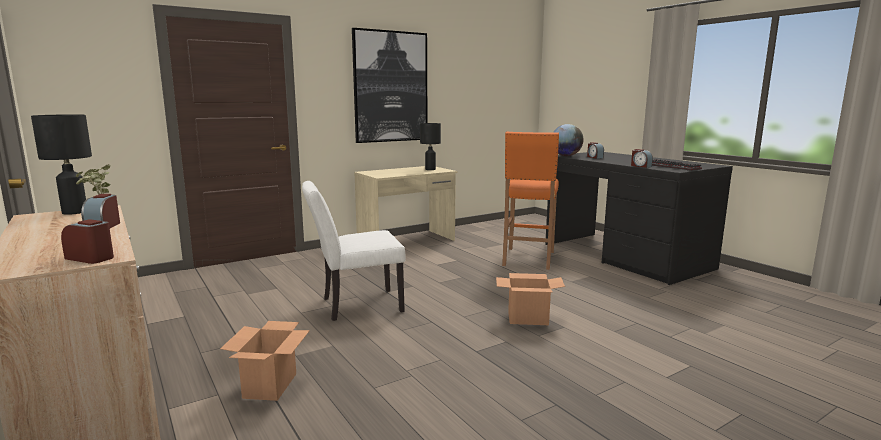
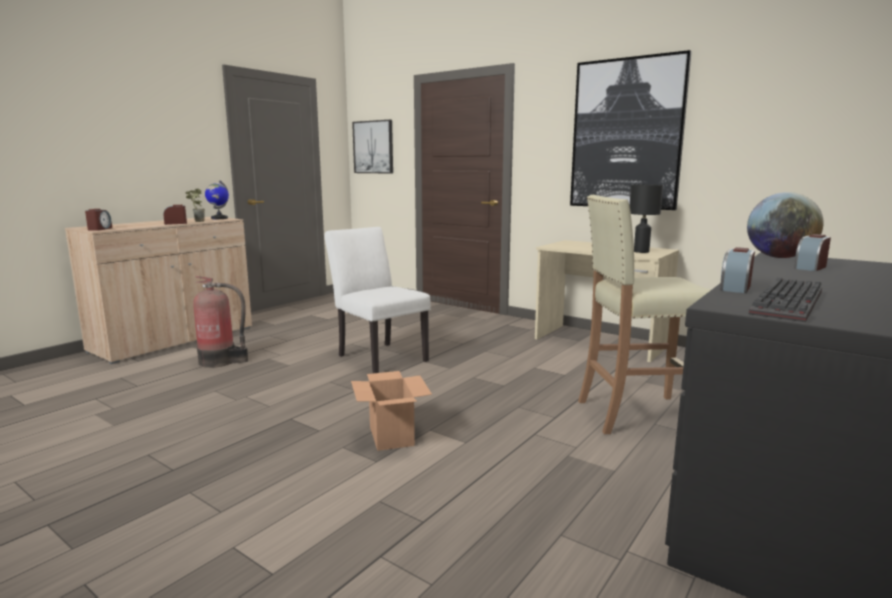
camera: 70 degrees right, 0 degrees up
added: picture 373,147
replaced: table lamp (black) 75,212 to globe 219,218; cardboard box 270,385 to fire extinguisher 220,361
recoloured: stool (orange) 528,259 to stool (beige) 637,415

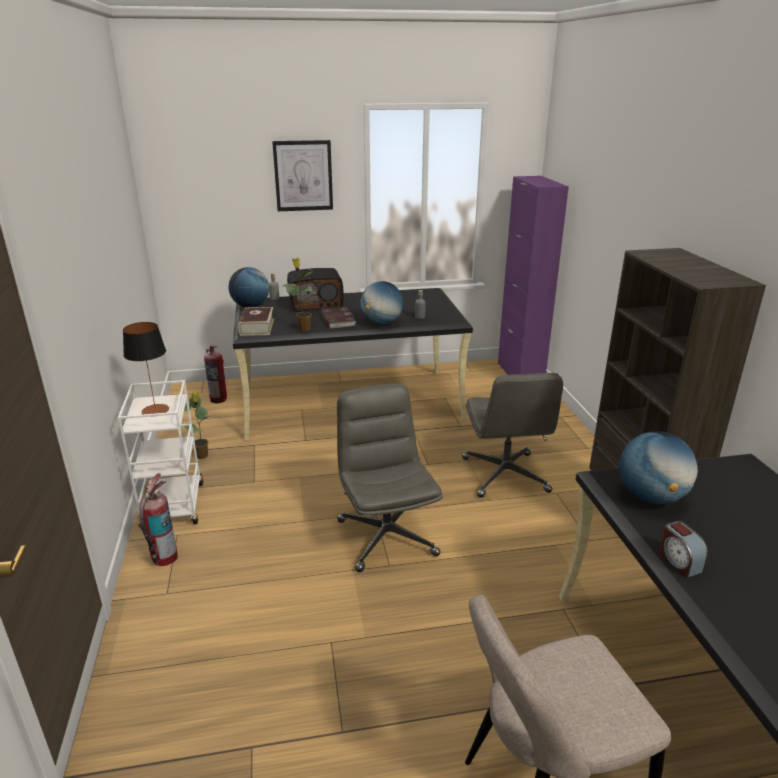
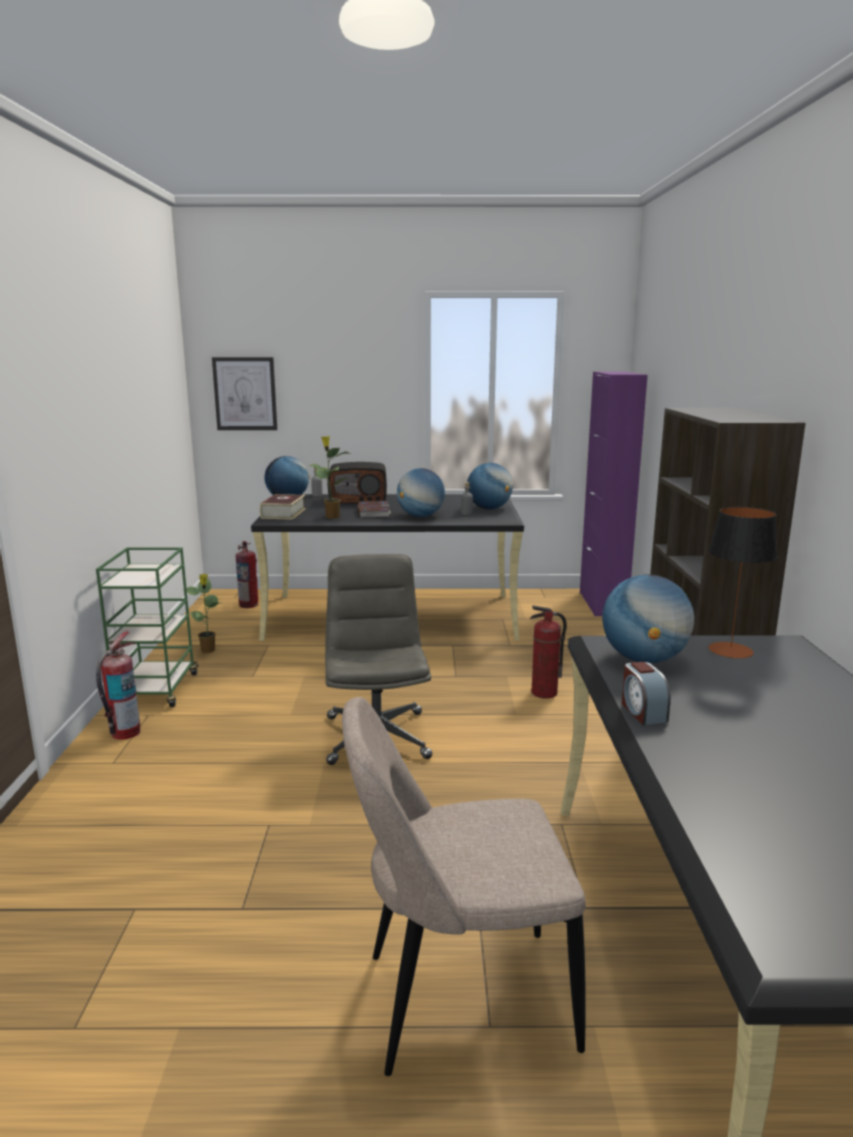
camera: 10 degrees right, 10 degrees down
added: globe 489,508
moved: picture 303,176 to 245,394; table lamp 155,410 to 730,650
replaced: office chair (grey) 505,475 to fire extinguisher 544,693
recoloured: cart (white) 174,507 to cart (green) 156,691

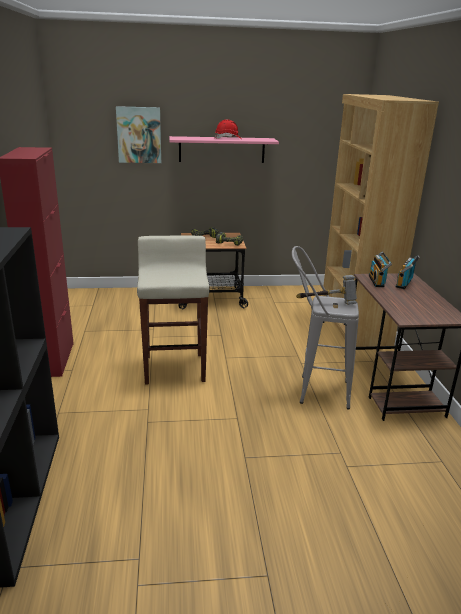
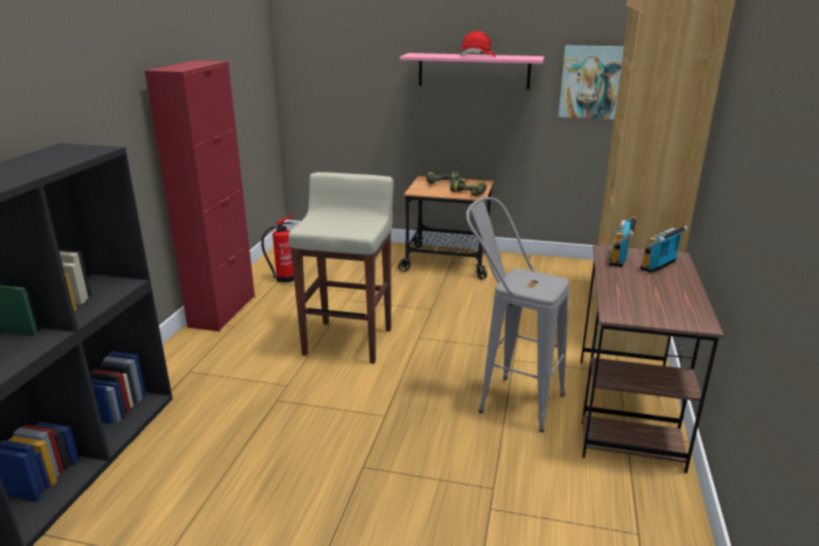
camera: 20 degrees right, 0 degrees up
removed: hammer 327,303
added: fire extinguisher 283,279
moved: picture 139,135 to 590,82

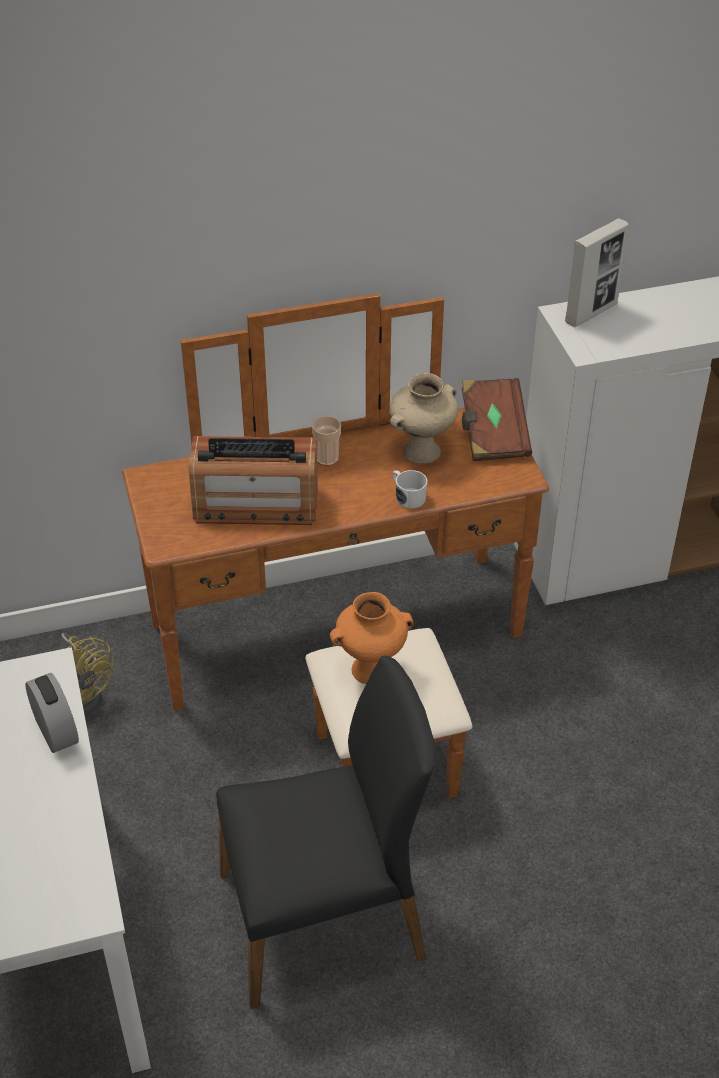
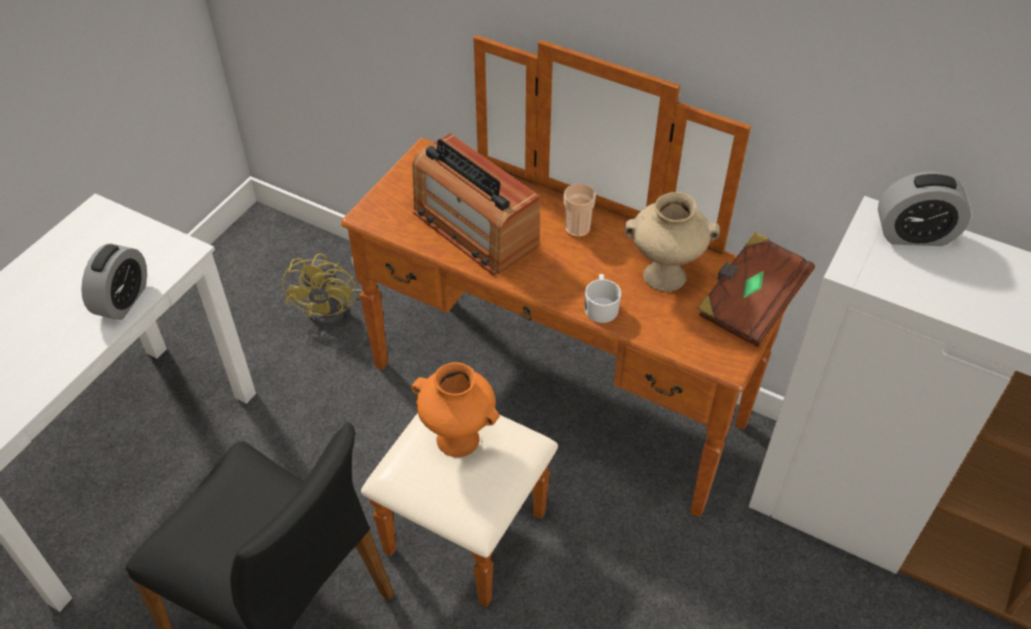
camera: 45 degrees right, 5 degrees up
replaced: picture frame 591,313 to alarm clock 914,235

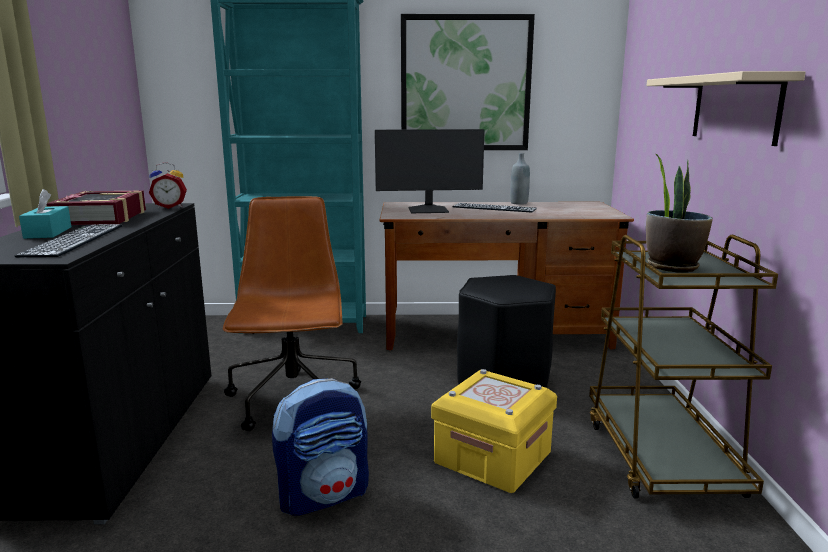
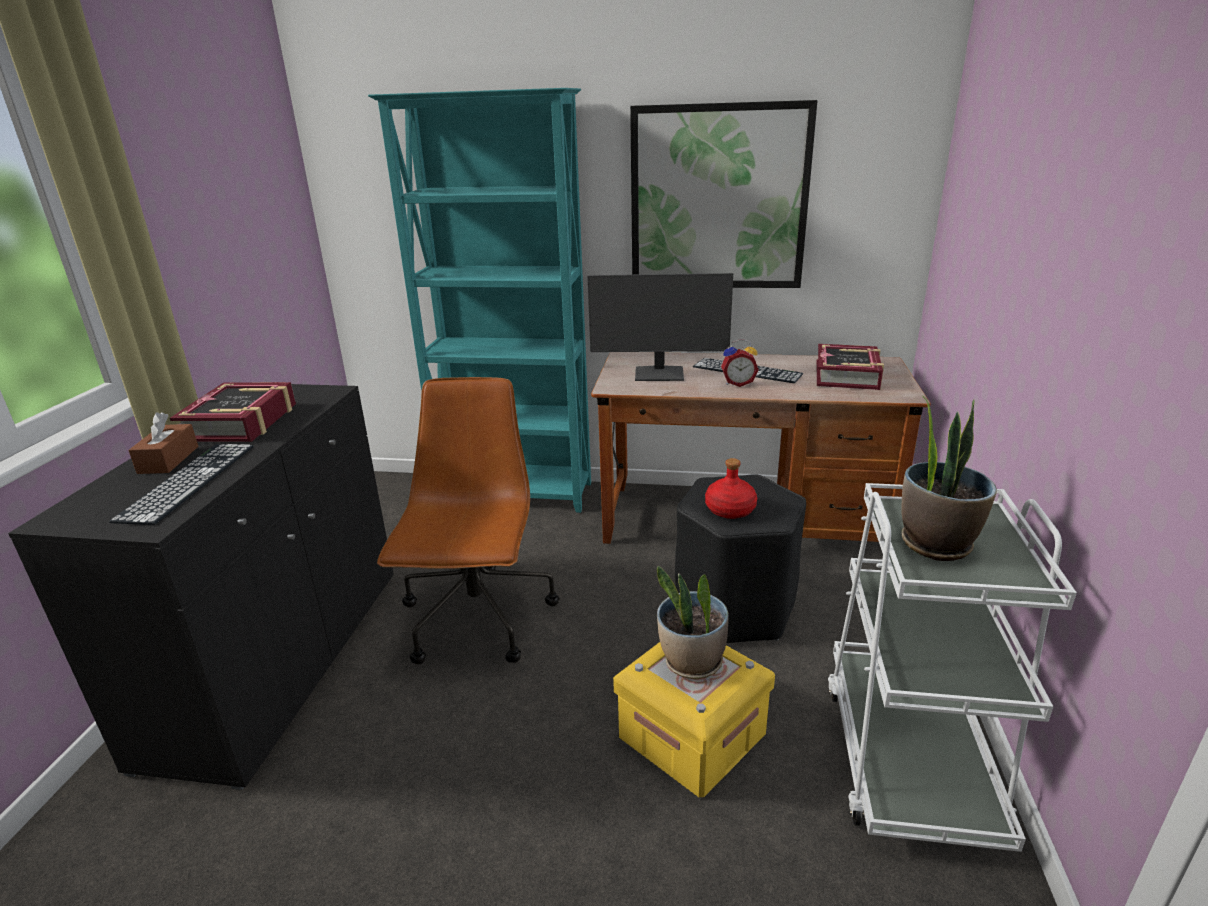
camera: 10 degrees right, 10 degrees up
removed: shelf (beige) 735,108; bottle (grey) 519,203; backpack 324,495
added: book 847,375; bottle (red) 730,510; potted plant 692,662
moved: alarm clock 170,207 to 738,383
recoloured: tissue box (turquoise) 48,232 to tissue box (brown) 168,460; cart (brown) 661,456 to cart (white) 908,756

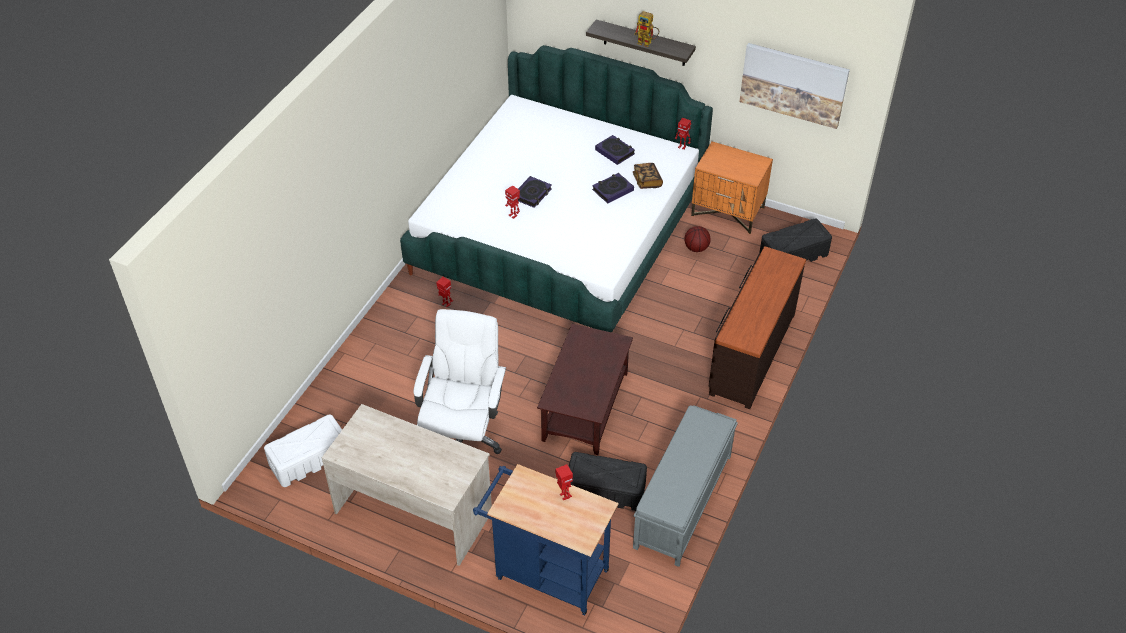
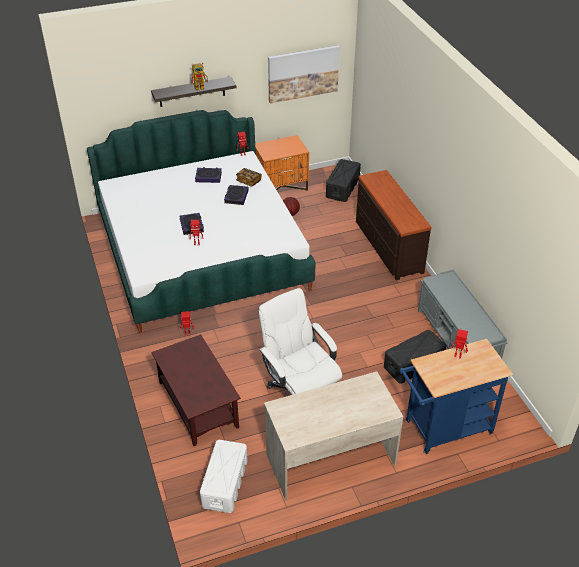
camera: 45 degrees left, 5 degrees down
moved: coffee table (brown) 585,407 to 198,405

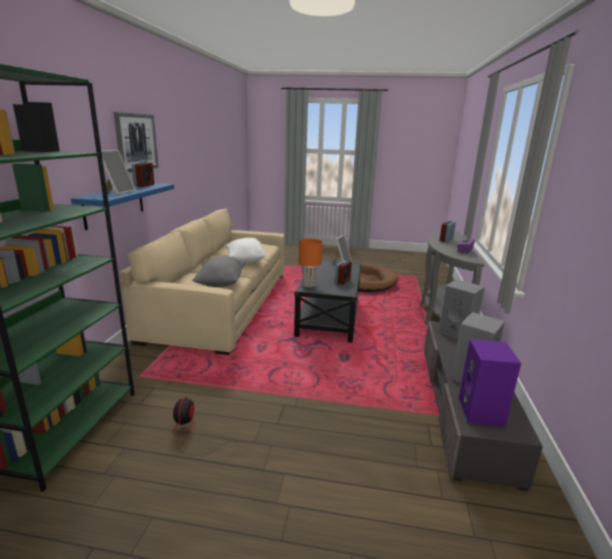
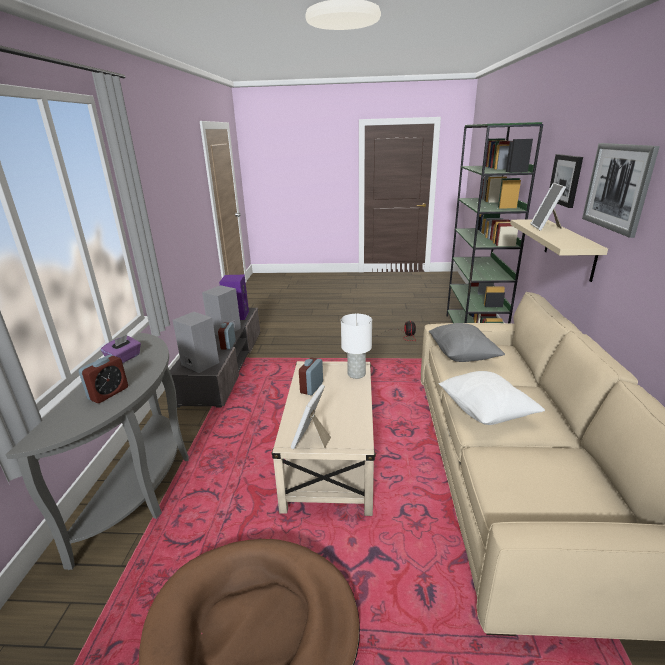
camera: 175 degrees right, 5 degrees up
added: picture 565,180
moved: alarm clock 144,185 to 228,345
recoloured: shelf (blue) 114,204 to shelf (beige) 569,248; table lamp (orange) 308,285 to table lamp (white) 357,374; coffee table (black) 329,317 to coffee table (beige) 330,456

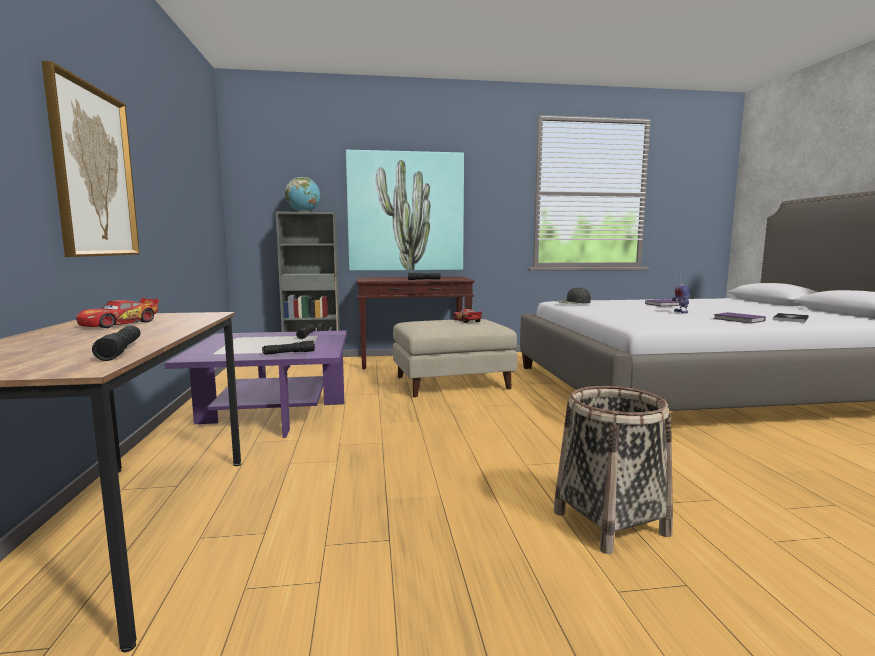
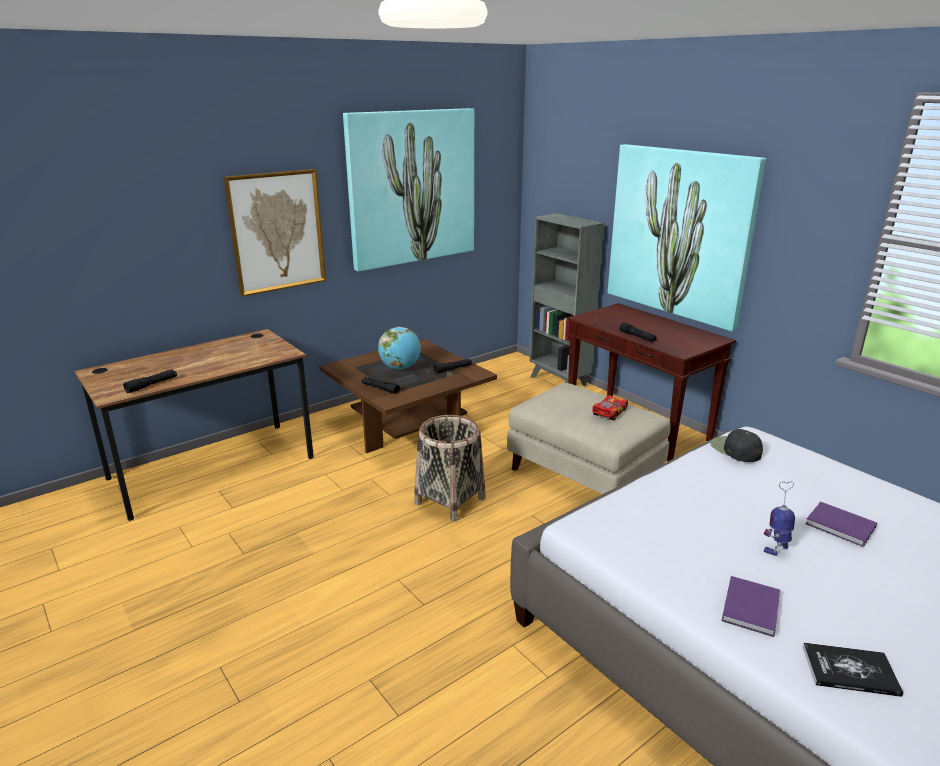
camera: 60 degrees right, 15 degrees up
removed: toy car 120,323
added: picture 411,187
moved: globe 303,212 to 400,368; basket 609,522 to 450,500
recoloured: coffee table (purple) 273,413 to coffee table (brown) 409,426

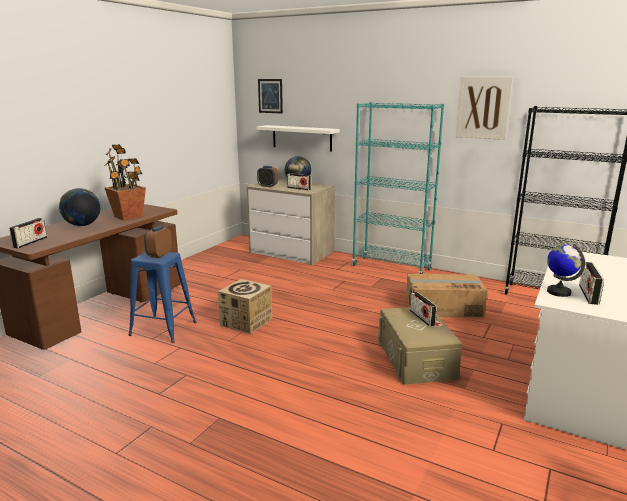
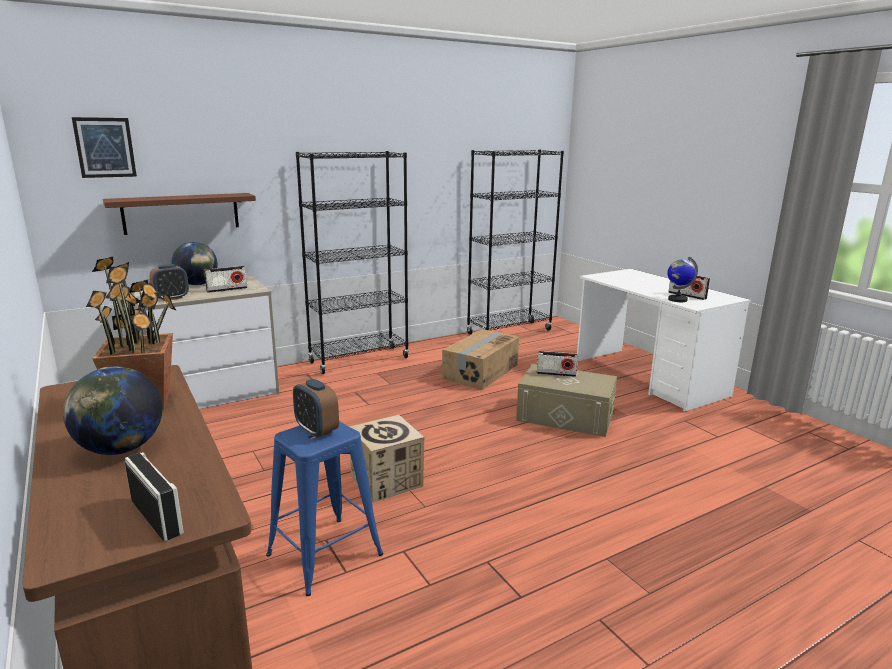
camera: 60 degrees left, 0 degrees up
removed: picture 483,108
recoloured: bookcase (turquoise) 391,267 to bookcase (black) 359,360; shelf (white) 301,138 to shelf (brown) 181,213

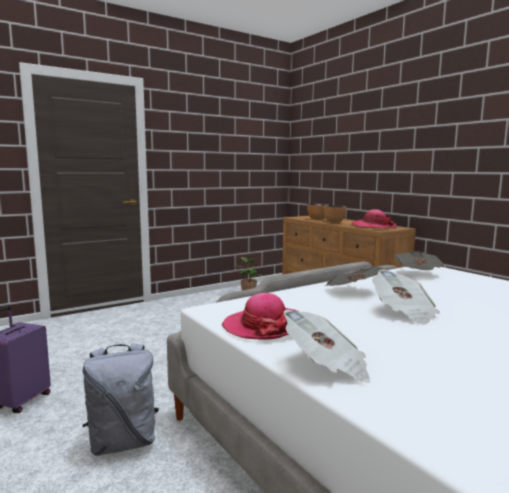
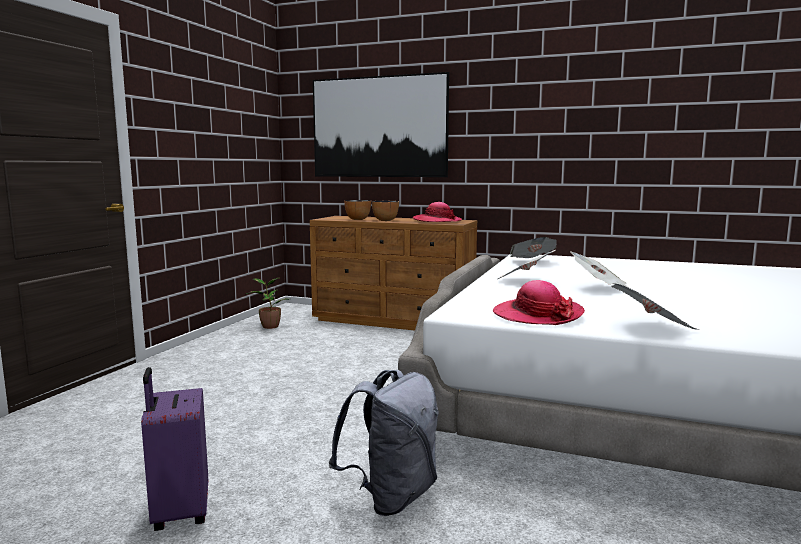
camera: 35 degrees left, 0 degrees up
added: picture 379,127

